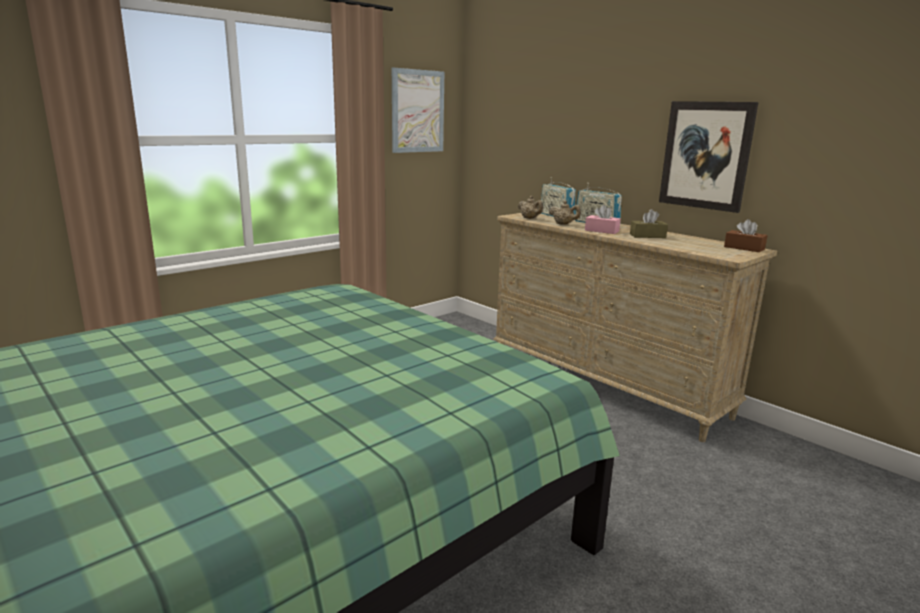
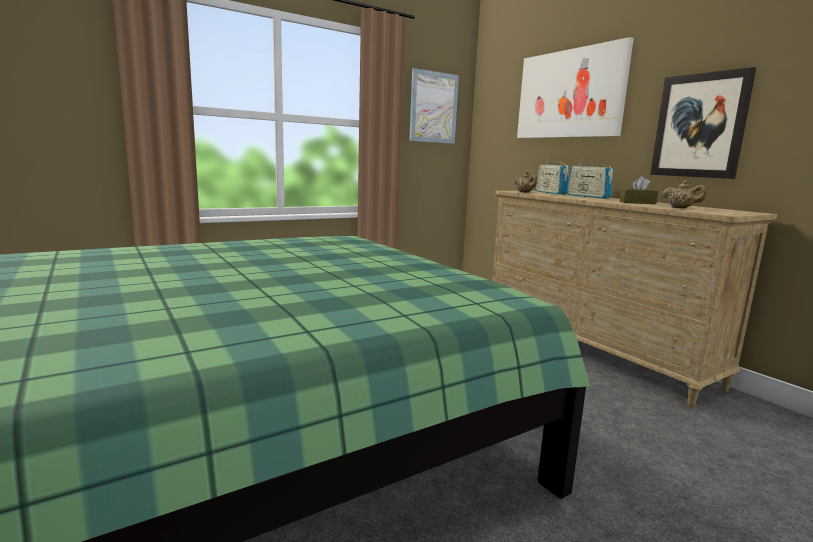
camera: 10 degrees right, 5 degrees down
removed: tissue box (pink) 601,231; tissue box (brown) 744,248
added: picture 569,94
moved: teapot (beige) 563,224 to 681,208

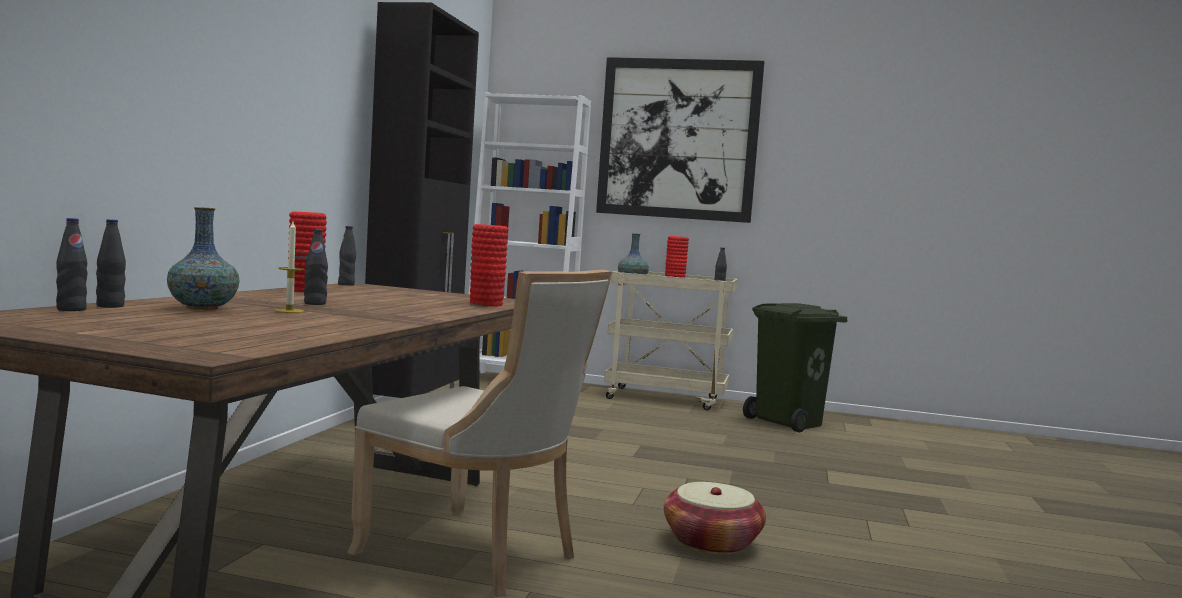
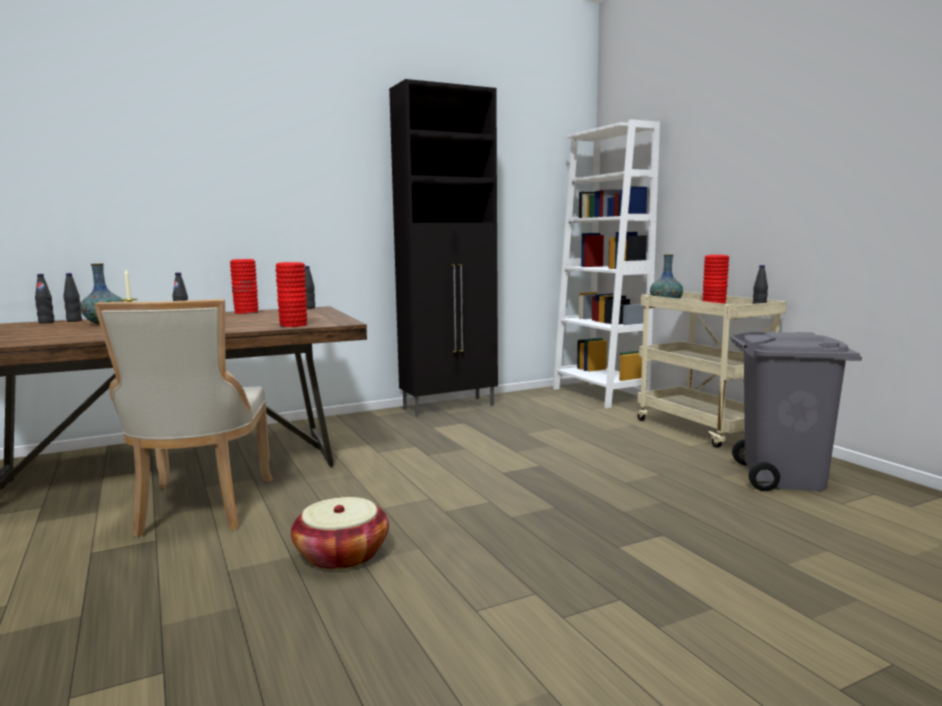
camera: 50 degrees right, 5 degrees up
removed: picture 678,139
recoloured: trash can (green) 789,422 to trash can (grey) 784,478

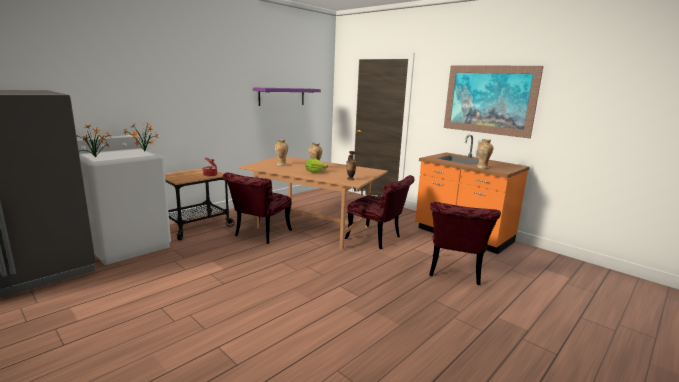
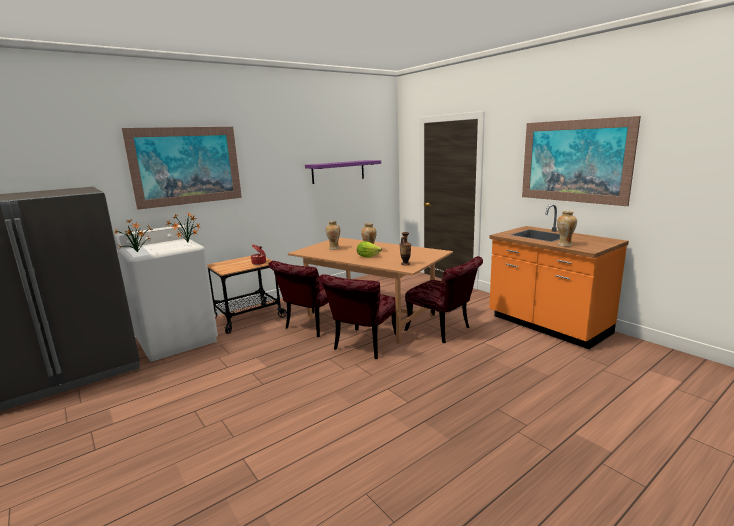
camera: 10 degrees right, 0 degrees up
added: picture 186,166
moved: chair (red) 455,273 to 363,346

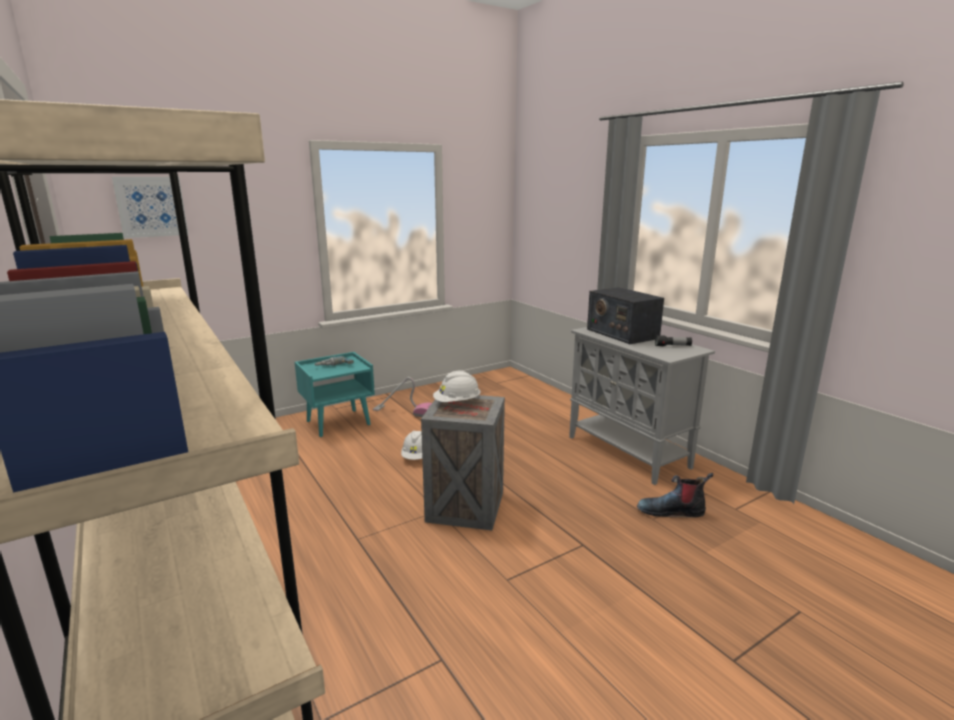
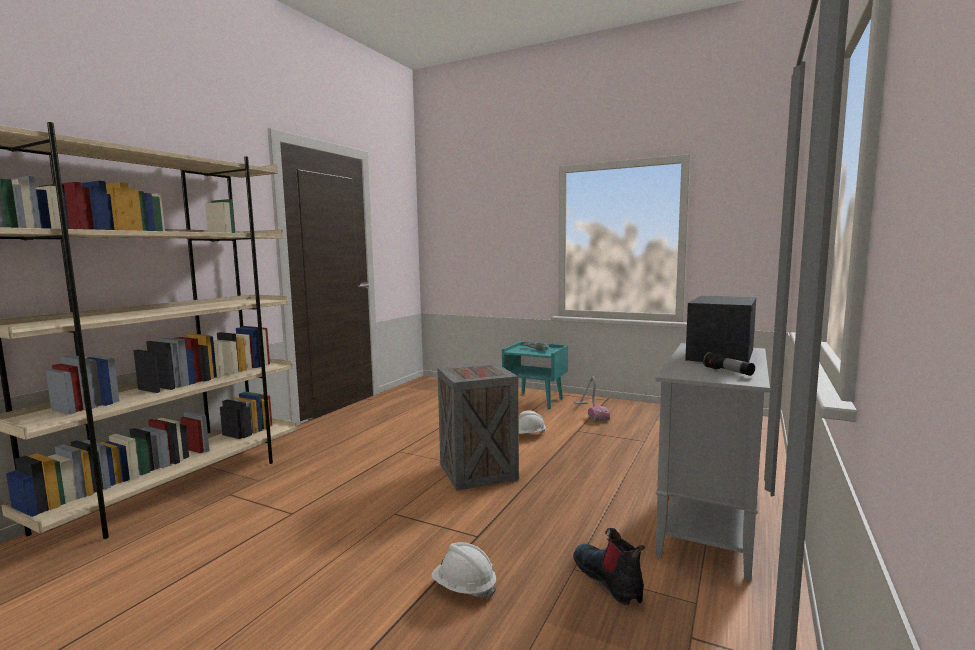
camera: 60 degrees right, 10 degrees down
removed: picture 151,206
moved: hard hat (white) 457,403 to 464,588

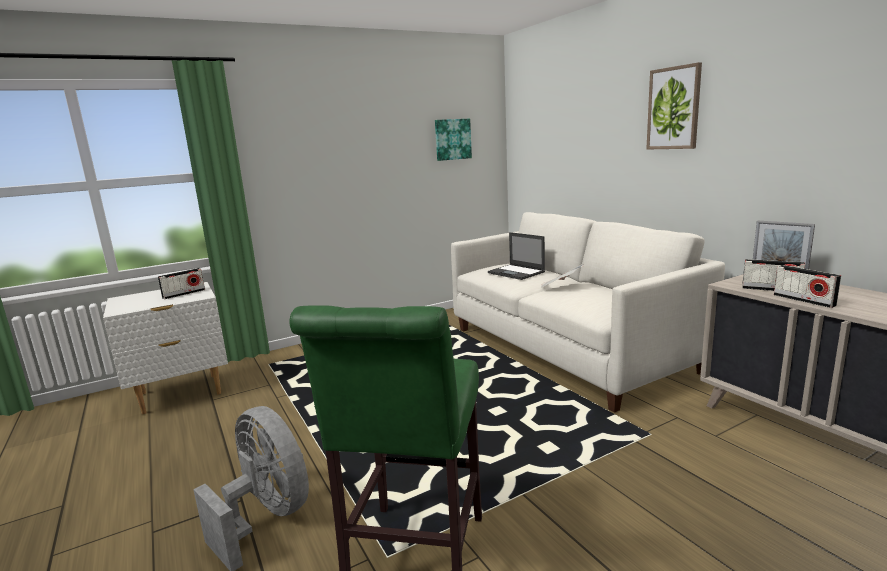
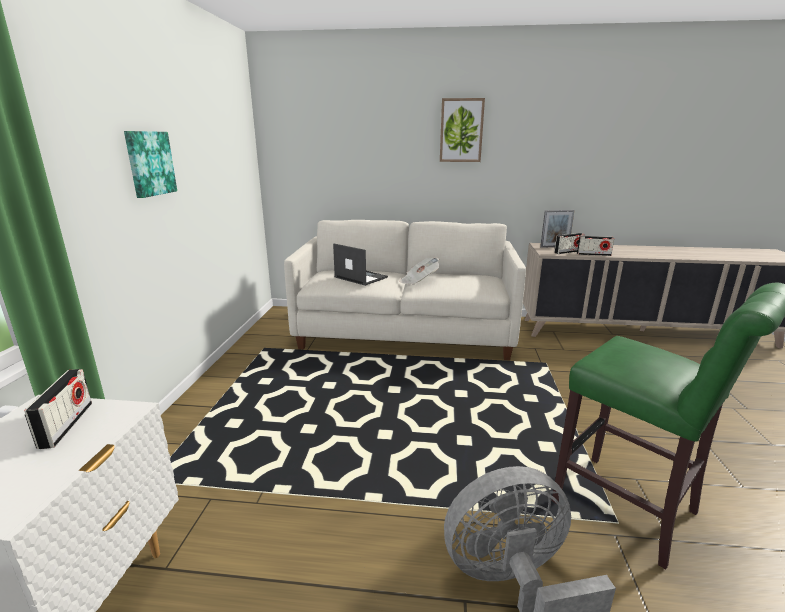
camera: 55 degrees left, 5 degrees up
moved: picture 452,139 to 149,163
turned: laptop 516,272 = 360,277 135 degrees counterclockwise

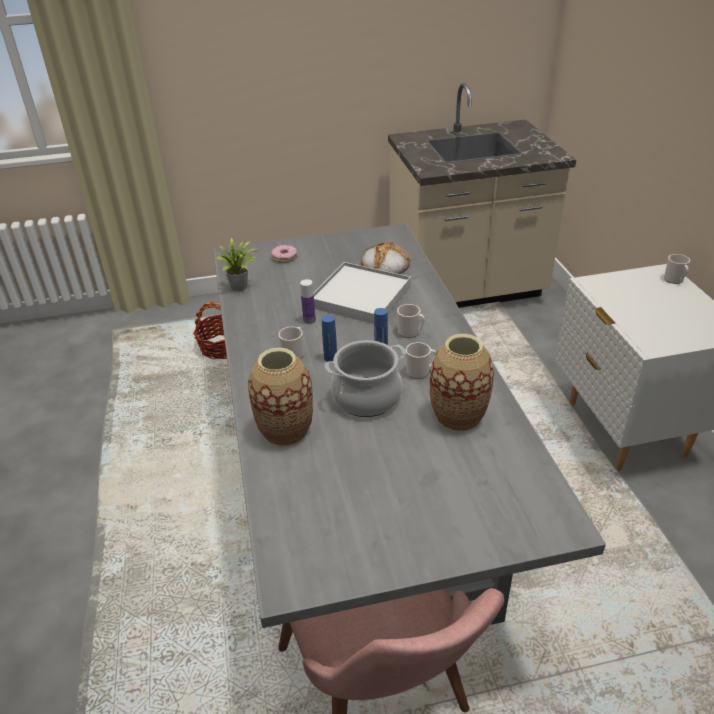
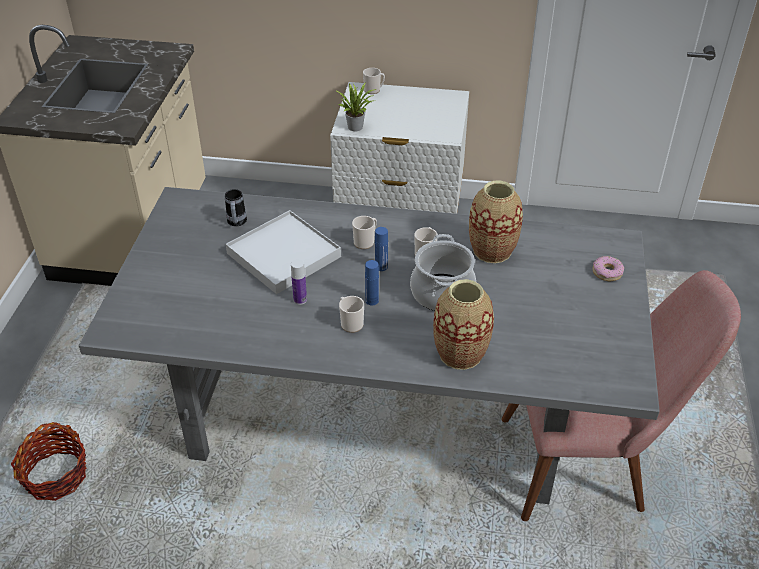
camera: 70 degrees left, 5 degrees up
moved: potted plant 241,287 to 356,126; donut 284,257 to 607,272
replaced: bread 385,264 to mug 236,223

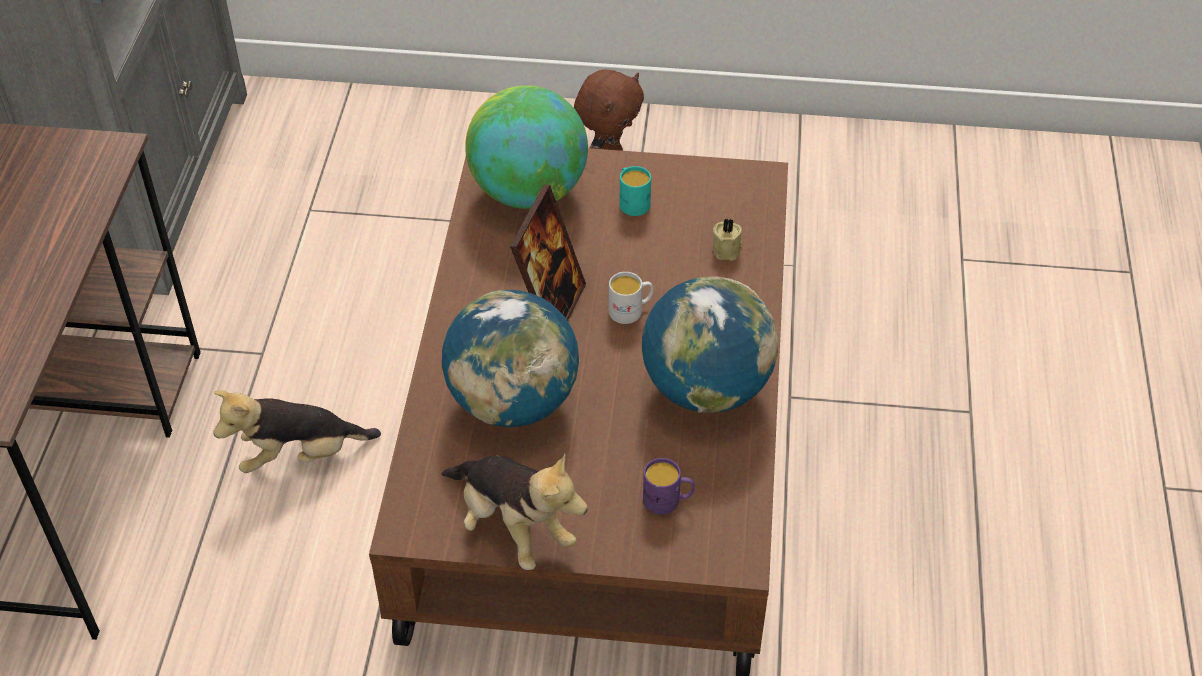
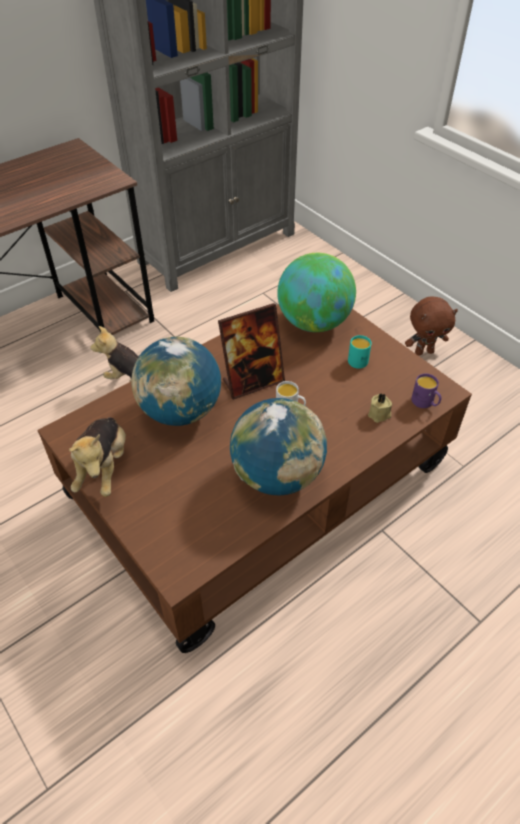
camera: 45 degrees right, 0 degrees up
moved: mug (purple) 668,501 to 425,403

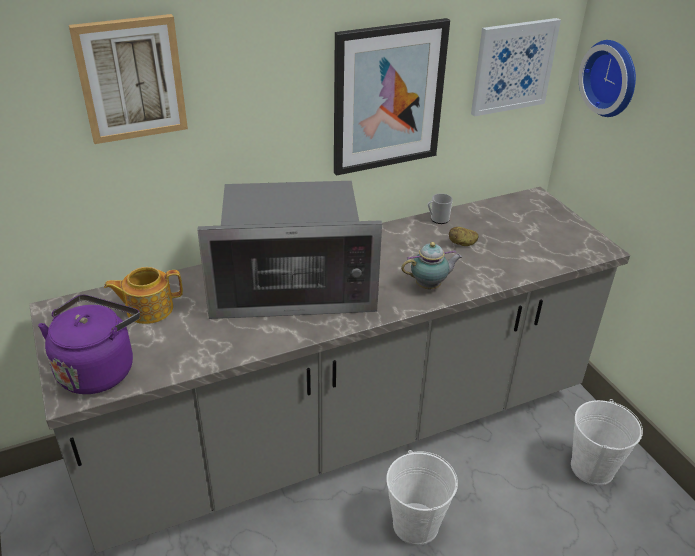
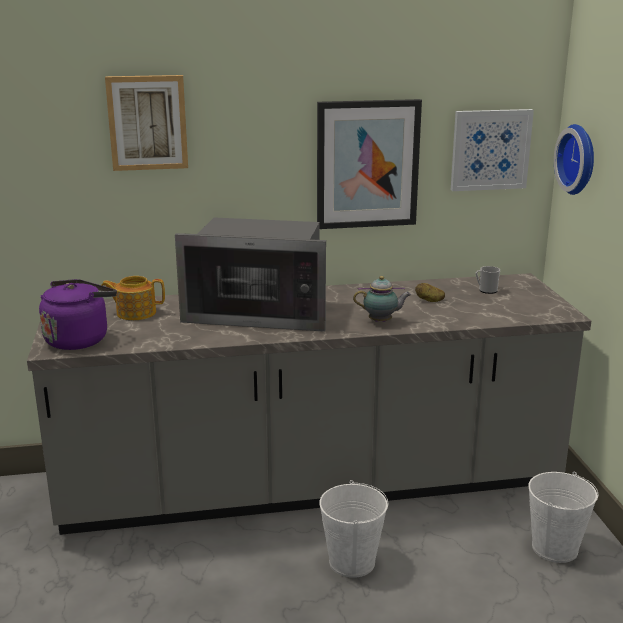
camera: 15 degrees right, 15 degrees down
moved: mug 437,219 to 486,290

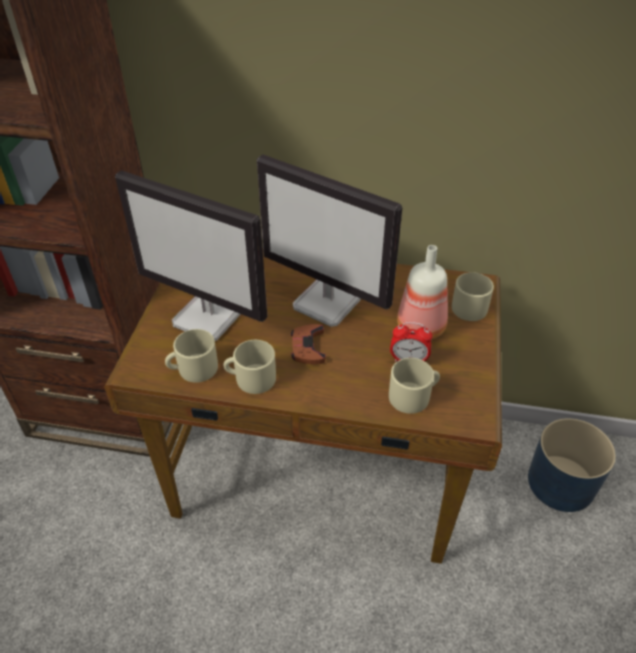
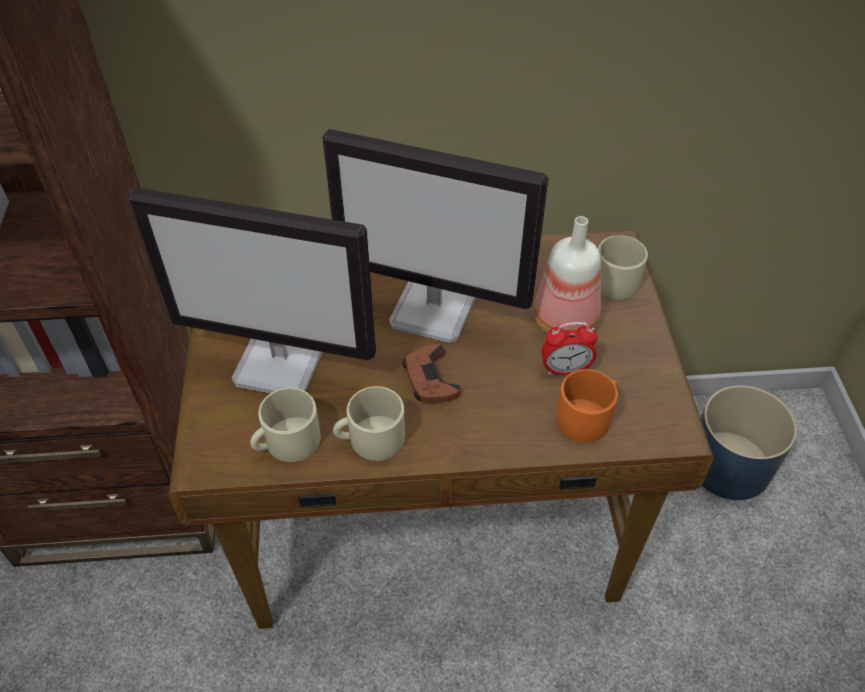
camera: 15 degrees left, 5 degrees up
recoloured: mug (beige) 414,395 to mug (orange) 588,416

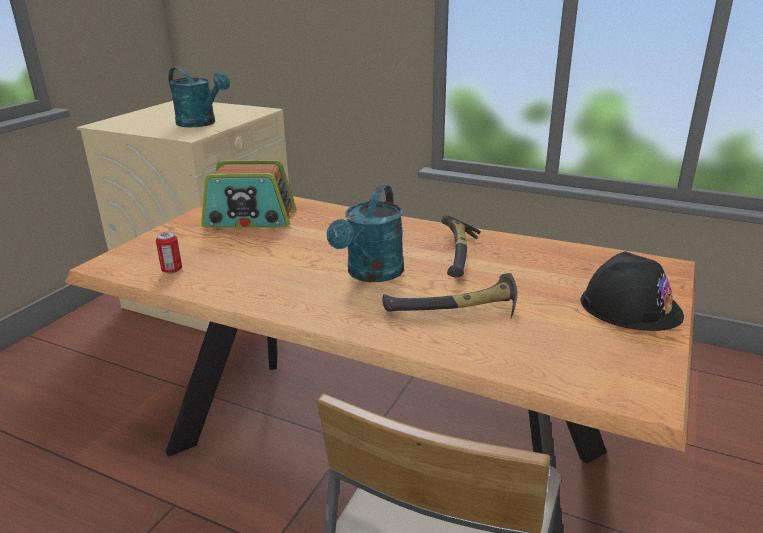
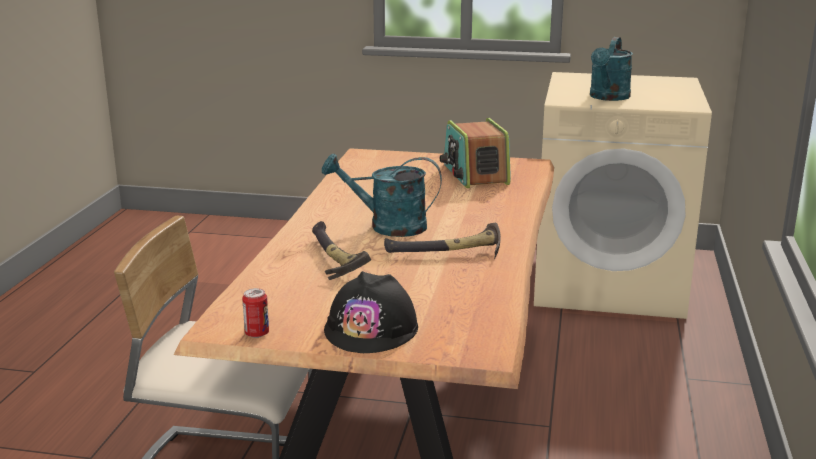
camera: 75 degrees right, 5 degrees down
moved: can 172,270 to 257,333

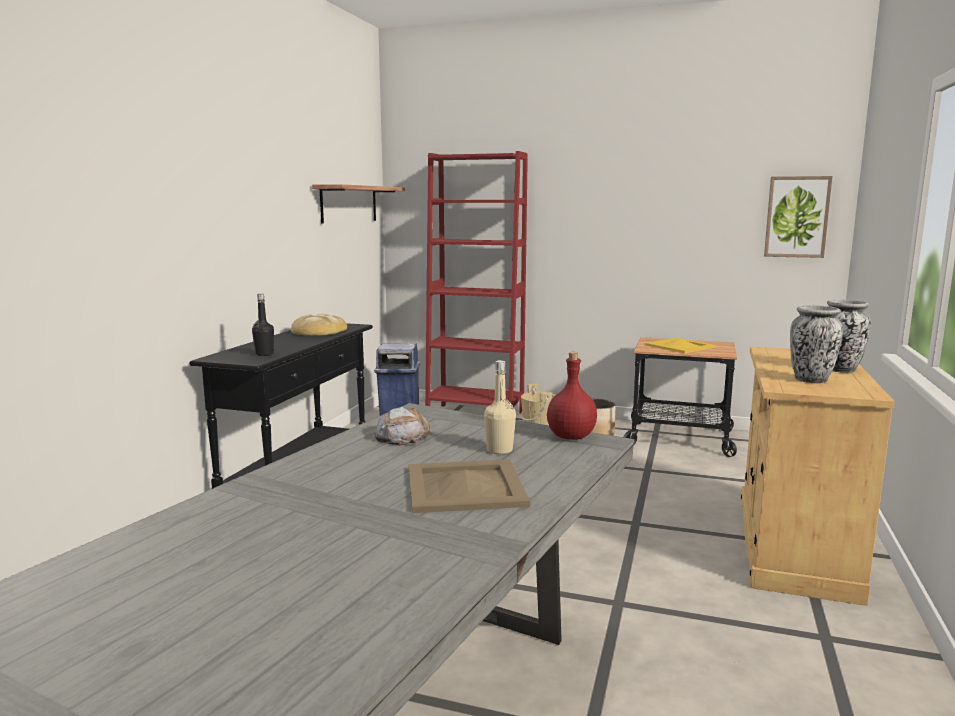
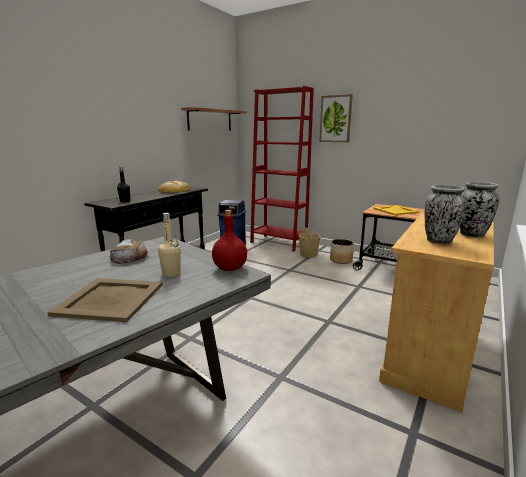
camera: 15 degrees right, 5 degrees up
moved: picture 797,217 to 335,119

